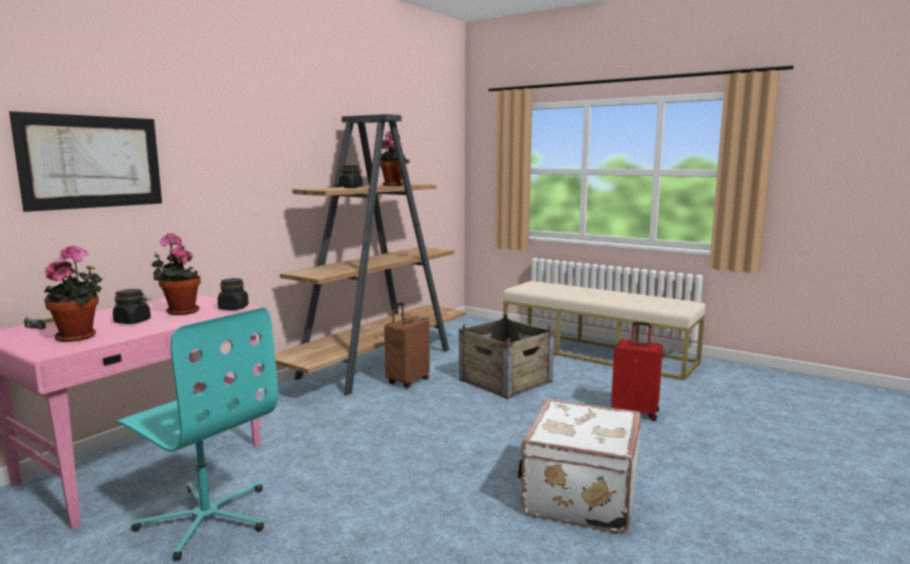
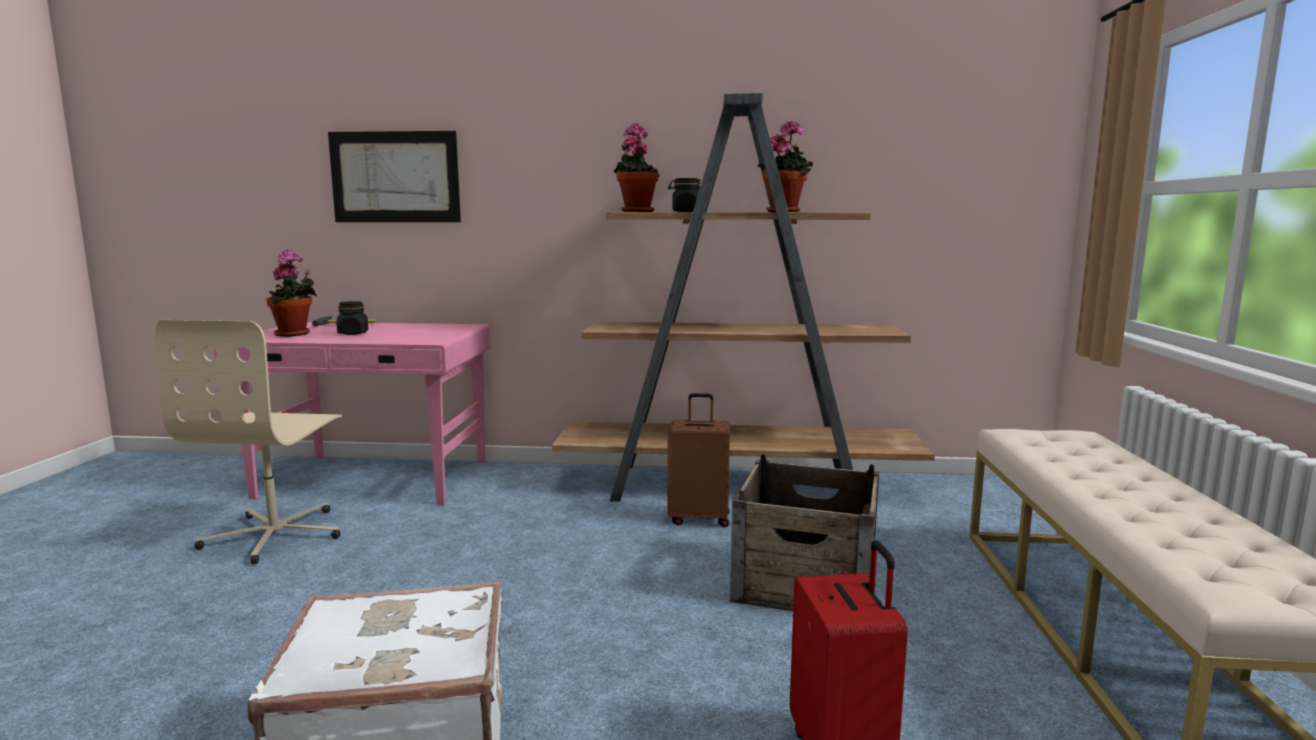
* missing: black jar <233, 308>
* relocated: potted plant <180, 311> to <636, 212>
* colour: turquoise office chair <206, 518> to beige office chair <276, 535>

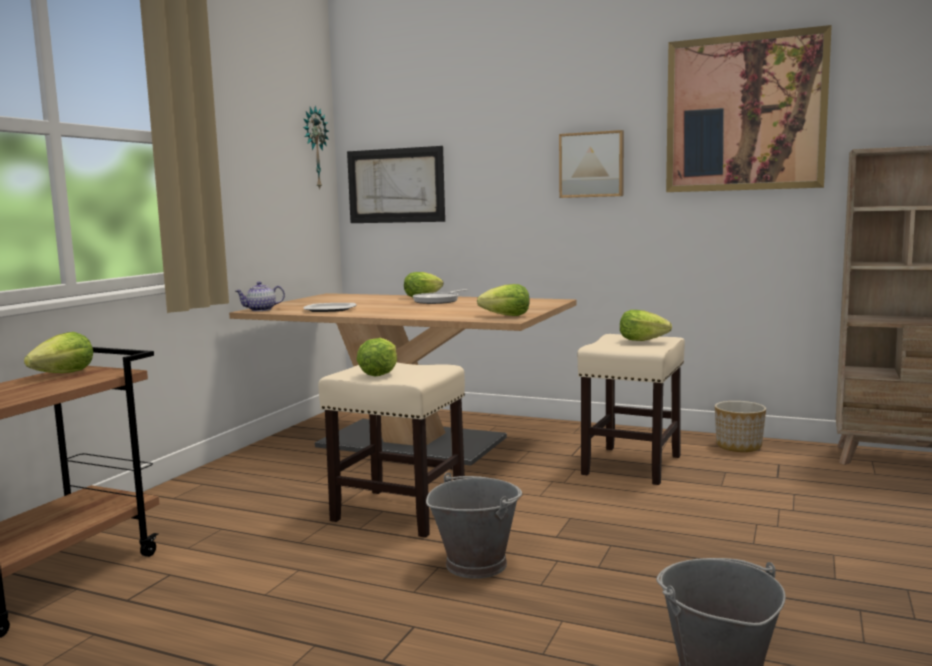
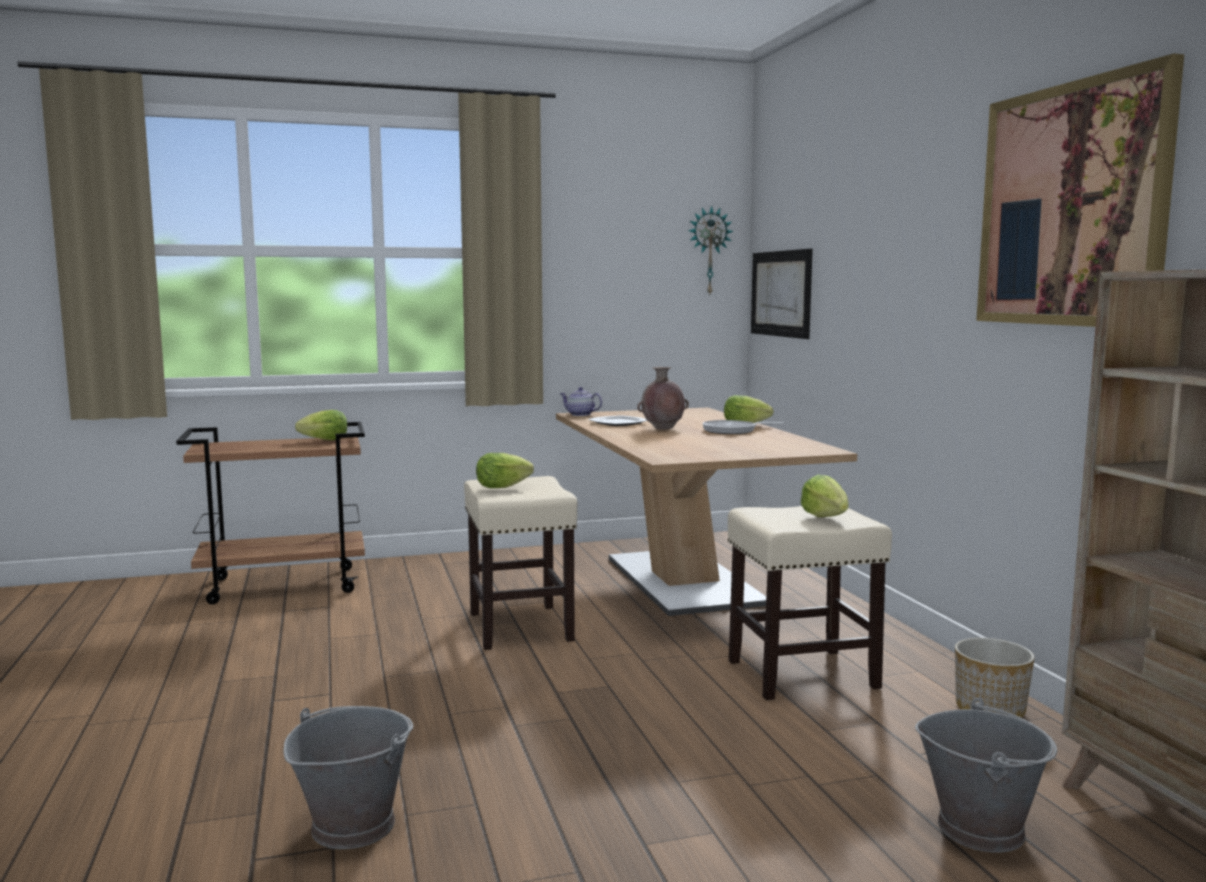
* missing: lettuce <506, 316>
* missing: picture <592, 165>
* appeared: brown vase <662, 429>
* relocated: grey bucket <476, 563> to <981, 828>

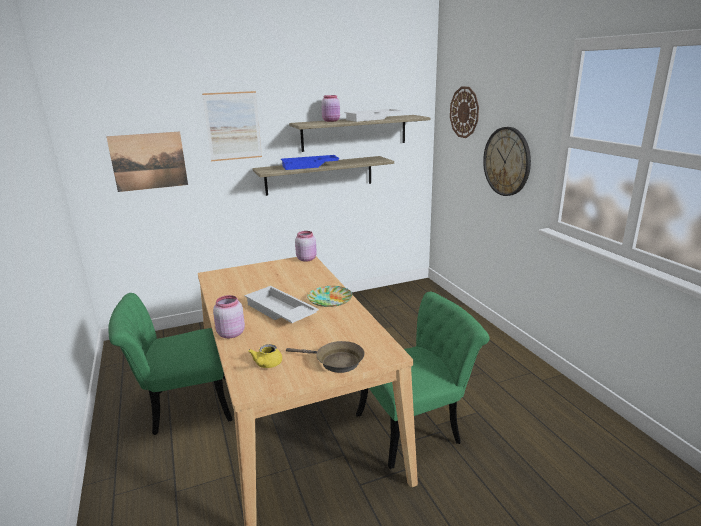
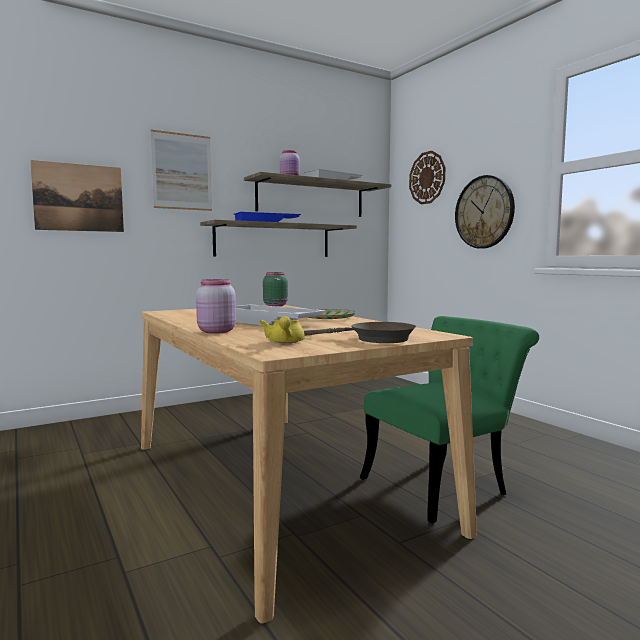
* missing: green chair <182, 407>
* colour: pink jar <306, 259> to green jar <275, 305>

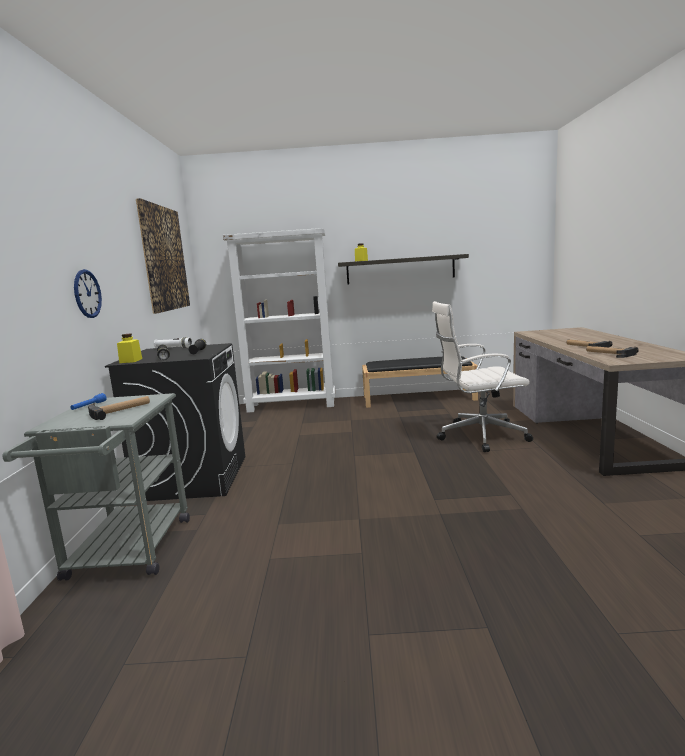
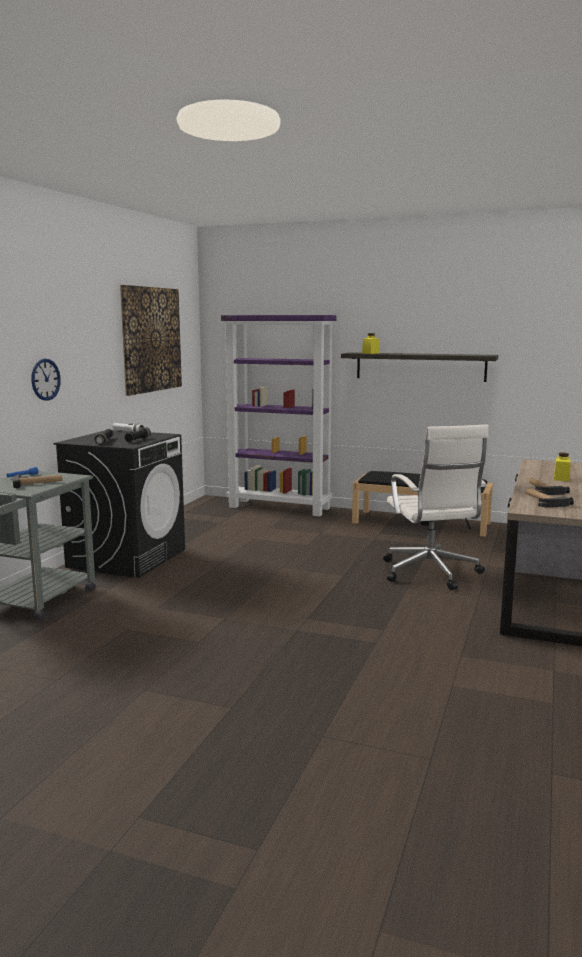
* relocated: yellow jar <131, 361> to <561, 478>
* colour: white bookcase <292, 405> to purple bookcase <280, 507>
* spun: white office chair <479, 436> = <430, 573> 120 degrees counterclockwise

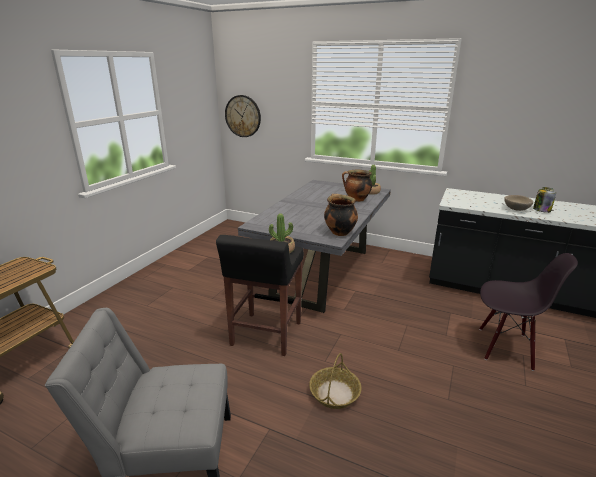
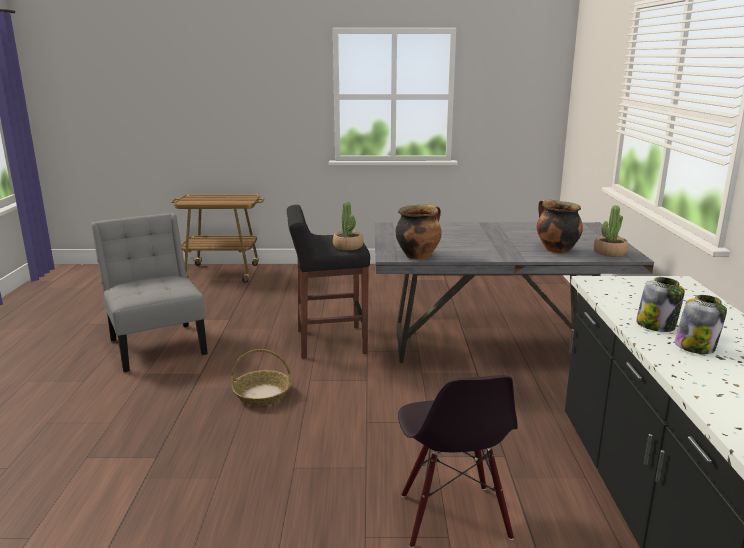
* missing: wall clock <243, 116>
* exchanged: beige bowl <516, 209> to jar <656, 325>

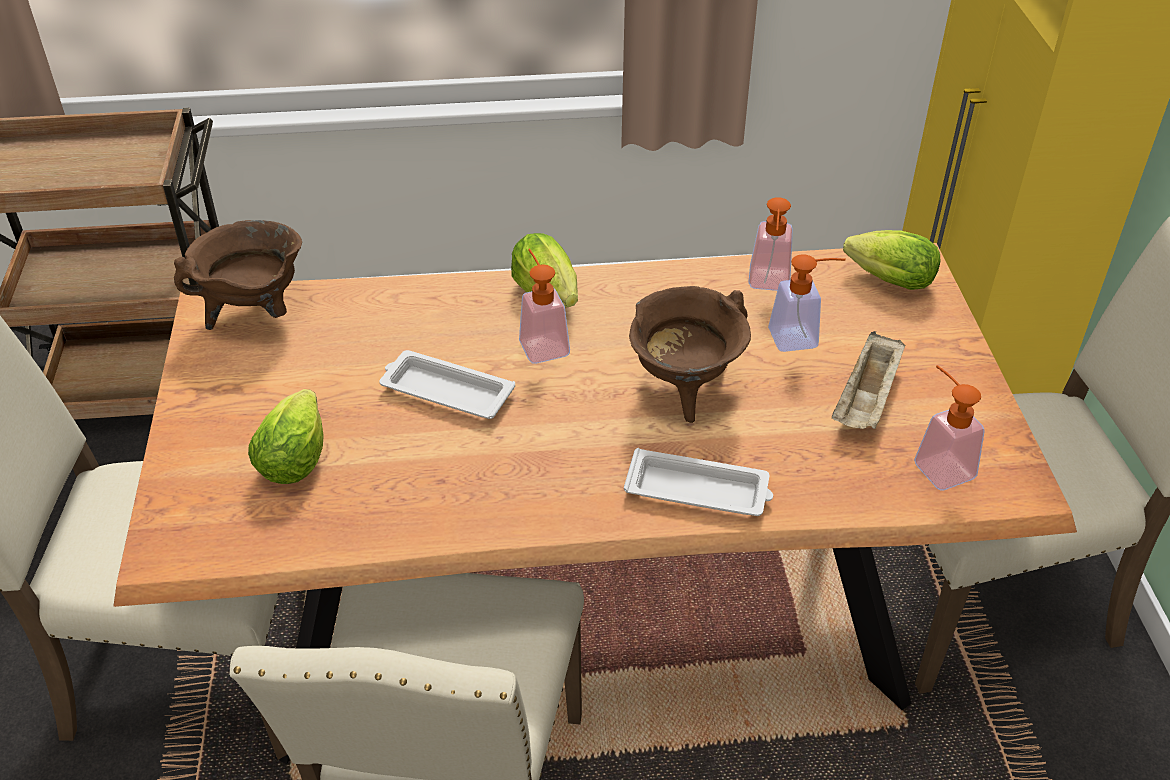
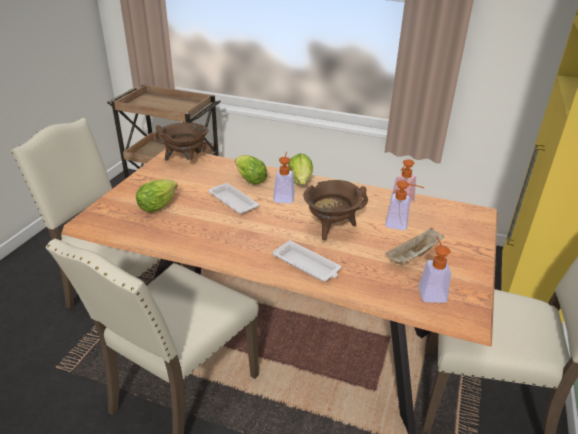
* relocated: lettuce <885, 280> to <248, 179>

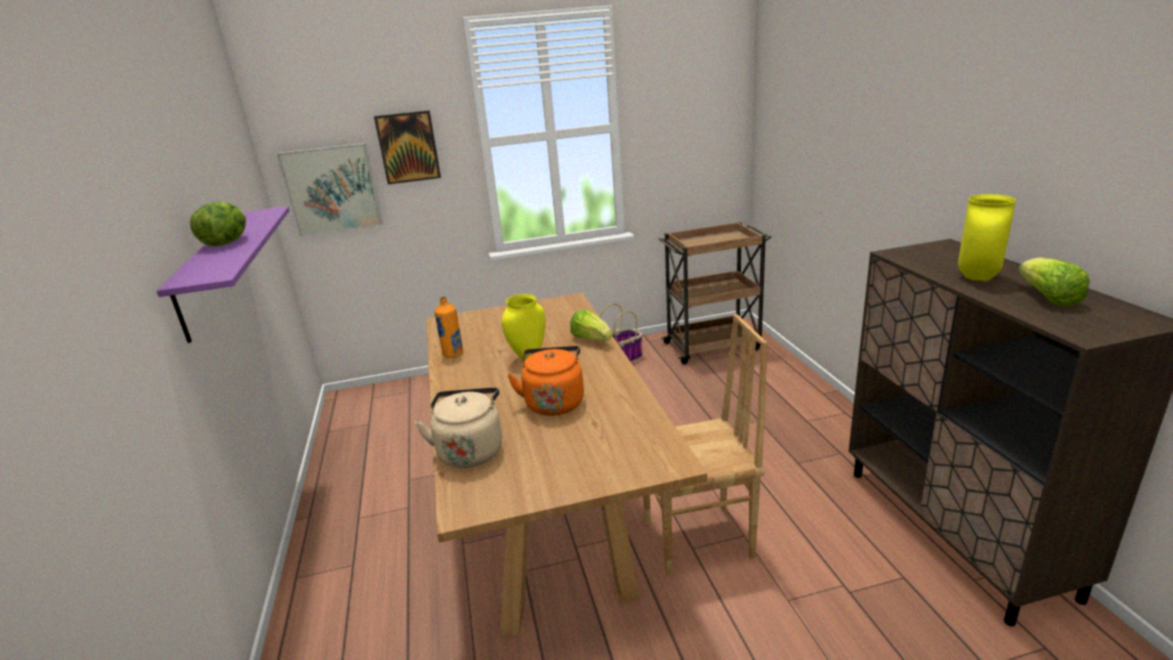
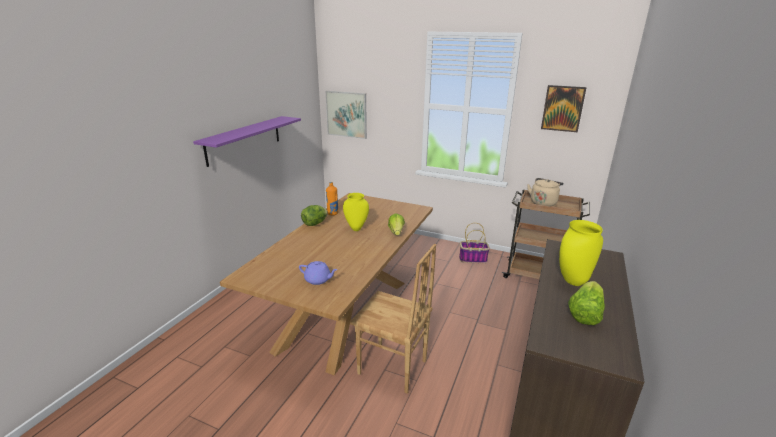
* missing: orange kettle <554, 402>
* appeared: purple teapot <318, 280>
* relocated: lettuce <226, 243> to <314, 224>
* relocated: picture <408, 147> to <562, 108>
* relocated: beige kettle <470, 450> to <543, 202>

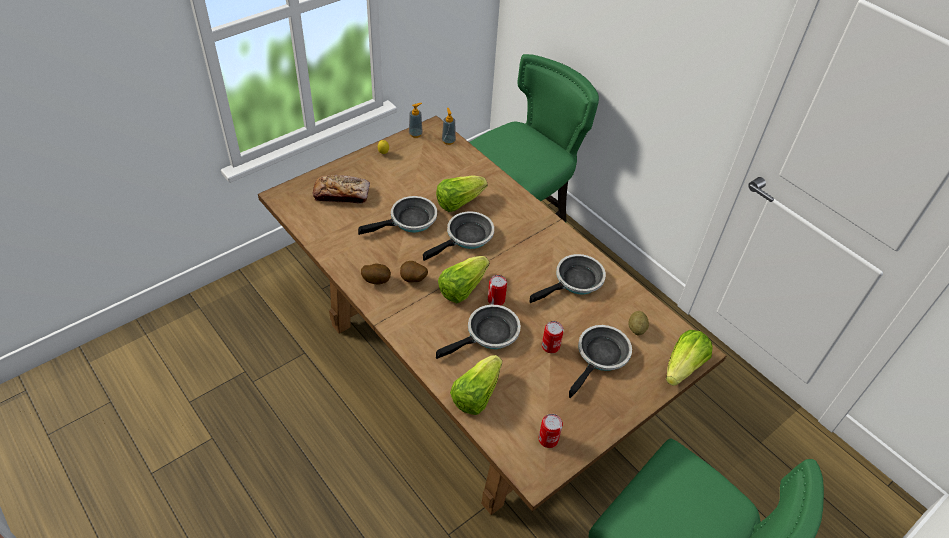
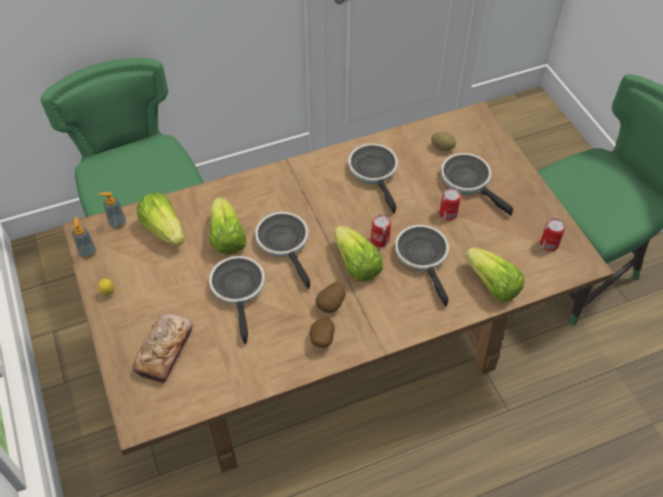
* relocated: lettuce <683, 367> to <164, 229>

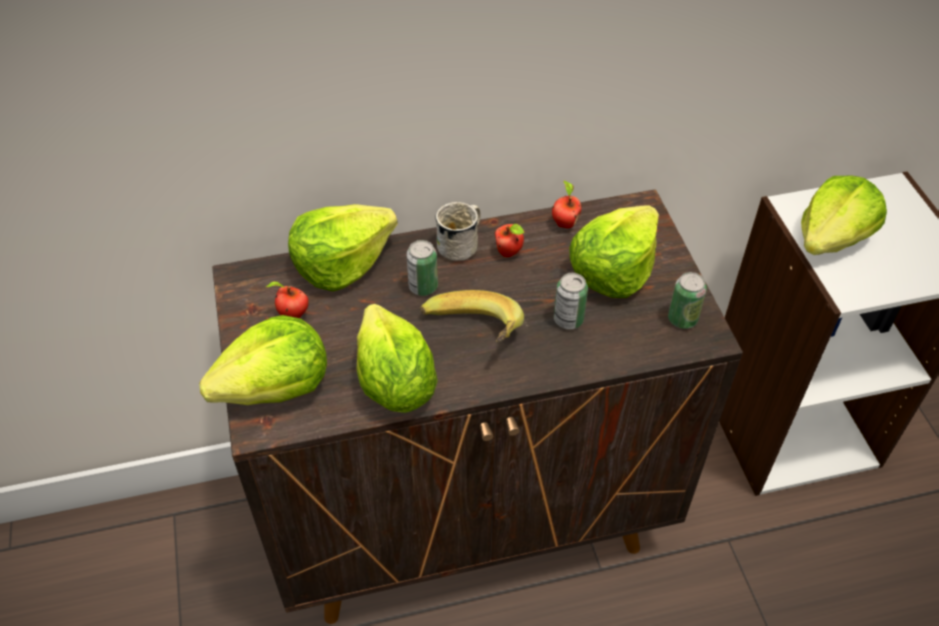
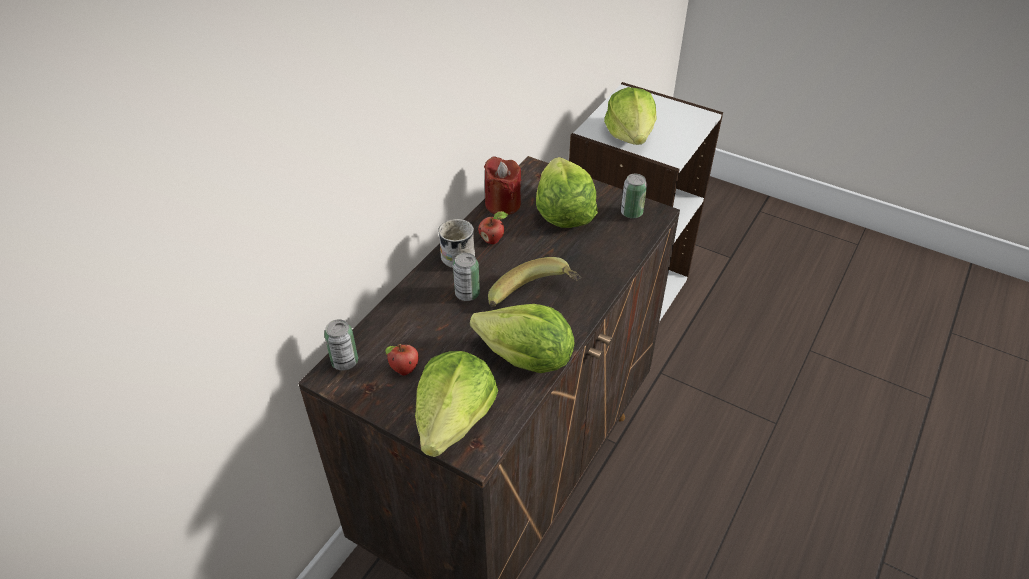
* missing: lettuce <341, 263>
* relocated: can <568, 320> to <345, 362>
* exchanged: apple <564, 223> to red candle <502, 204>

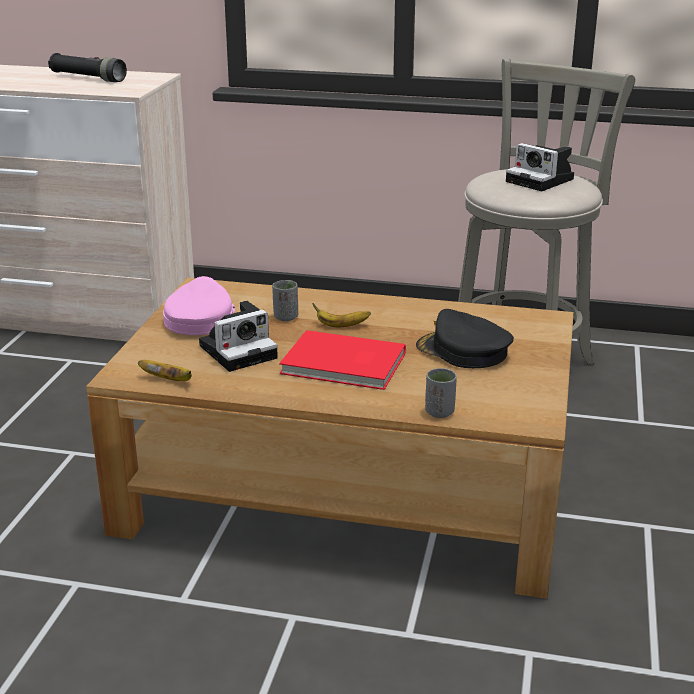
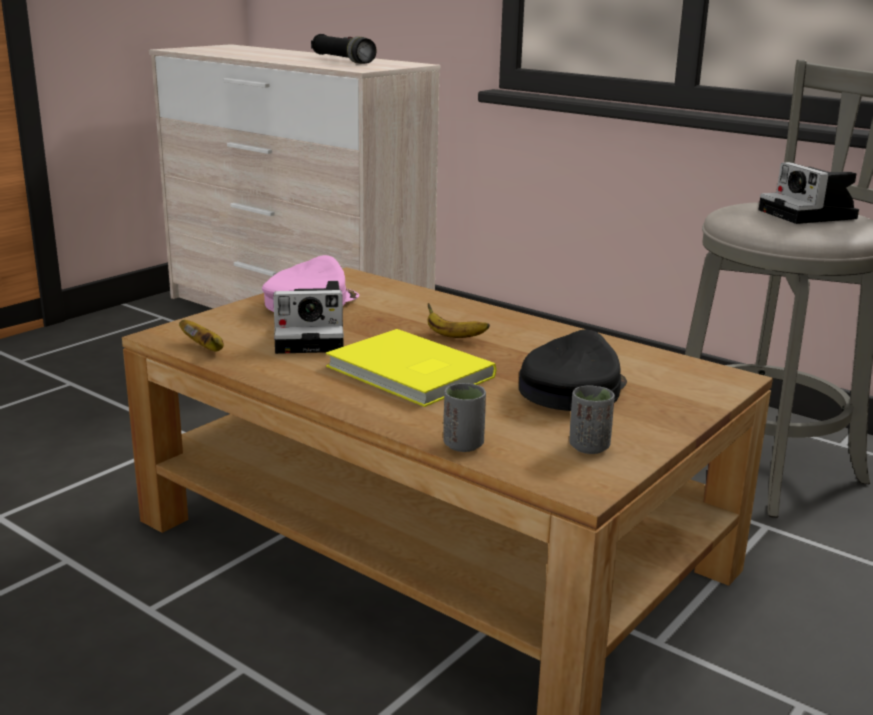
* relocated: grey cup <285, 317> to <589, 447>
* colour: red book <344, 365> to yellow book <409, 373>
* spun: black cap <463, 351> = <571, 388> 60 degrees clockwise

